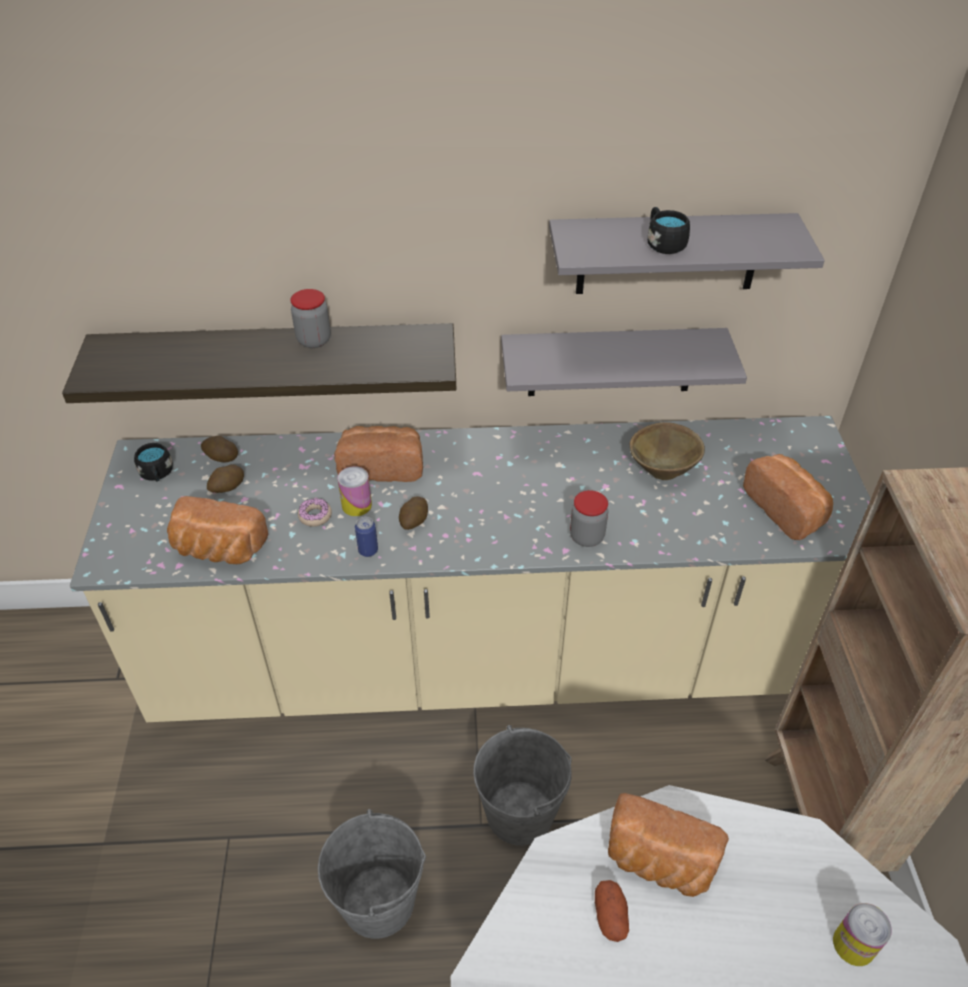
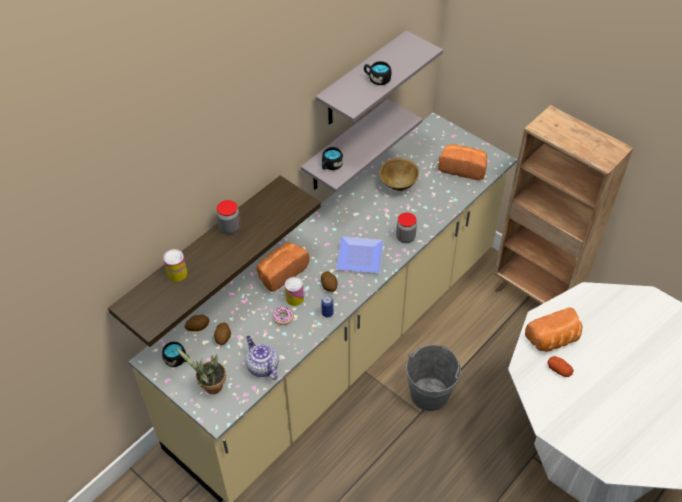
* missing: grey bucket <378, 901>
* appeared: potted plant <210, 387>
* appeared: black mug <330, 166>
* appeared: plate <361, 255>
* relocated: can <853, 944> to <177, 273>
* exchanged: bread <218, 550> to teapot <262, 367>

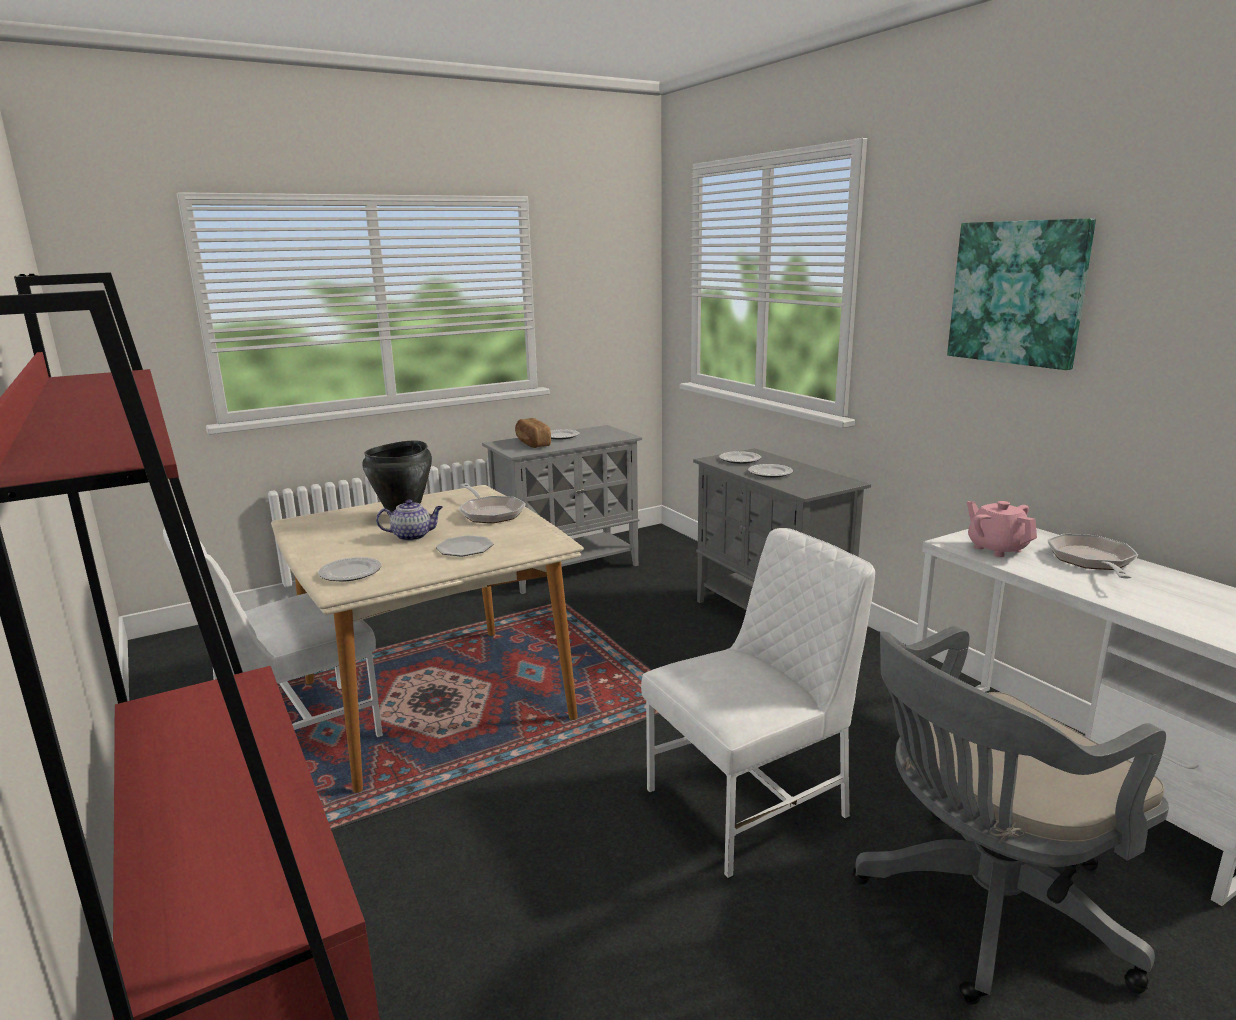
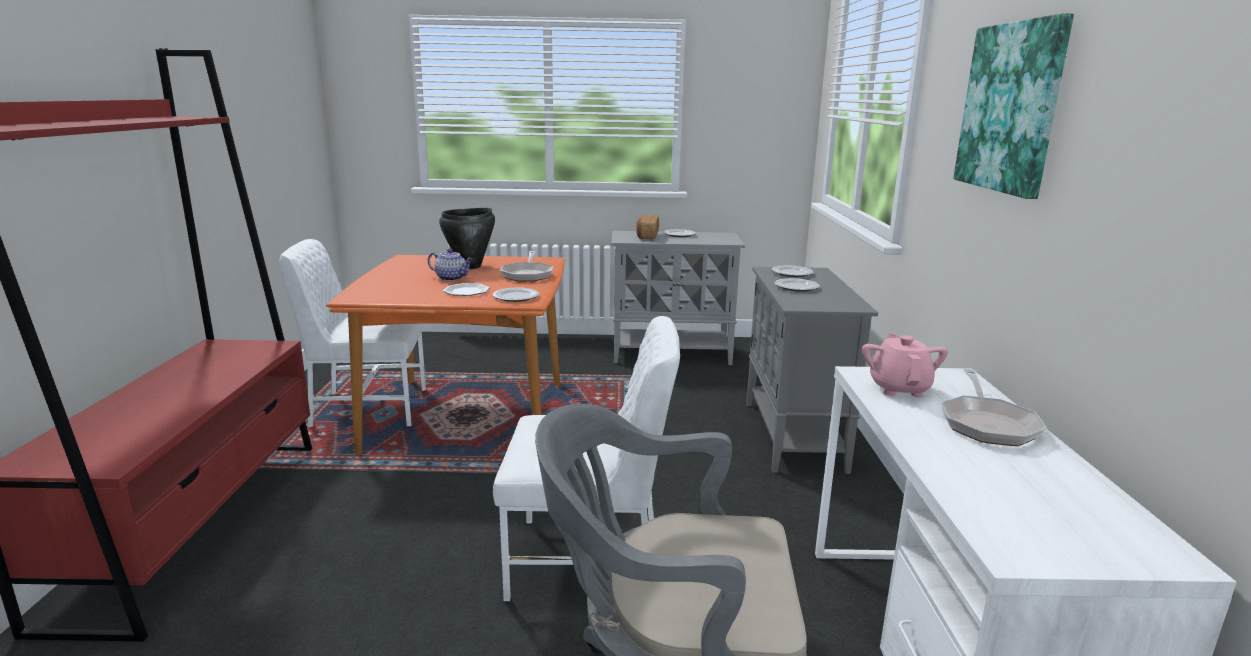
* relocated: plate <351, 572> to <516, 297>
* colour: beige dining table <435, 699> to orange dining table <469, 415>
* spun: frying pan <1092, 561> = <987, 424> 150 degrees clockwise

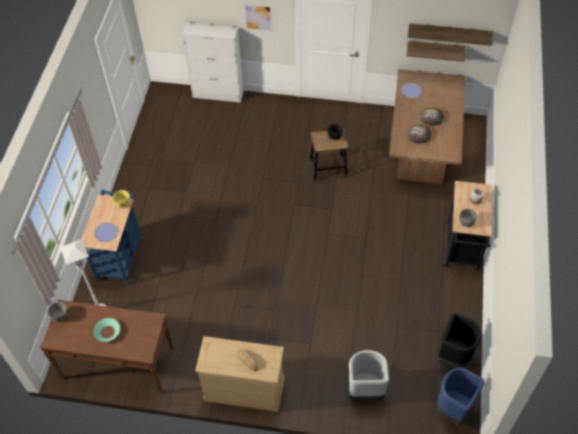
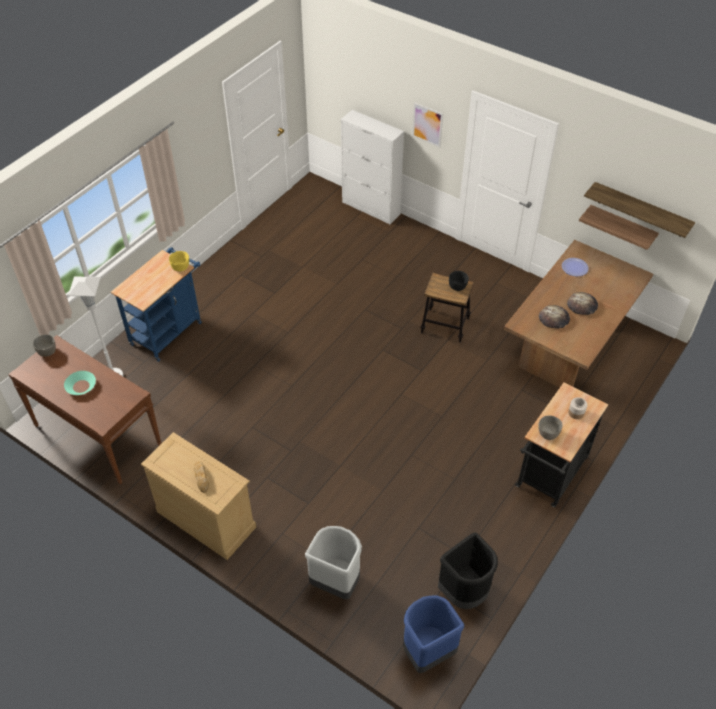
* missing: plate <106, 232>

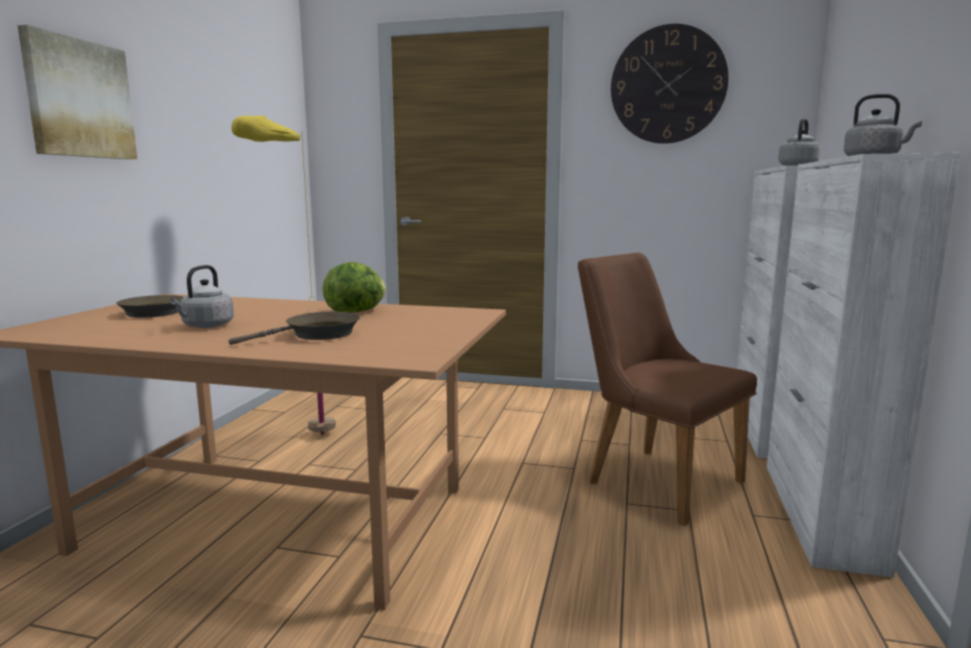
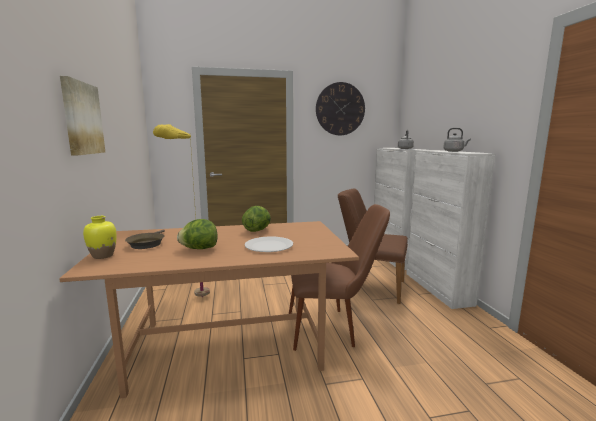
* appeared: yellow vase <103, 256>
* appeared: brown chair <333, 327>
* exchanged: grey kettle <206, 326> to lettuce <199, 249>
* exchanged: brown frying pan <317, 335> to white plate <269, 246>

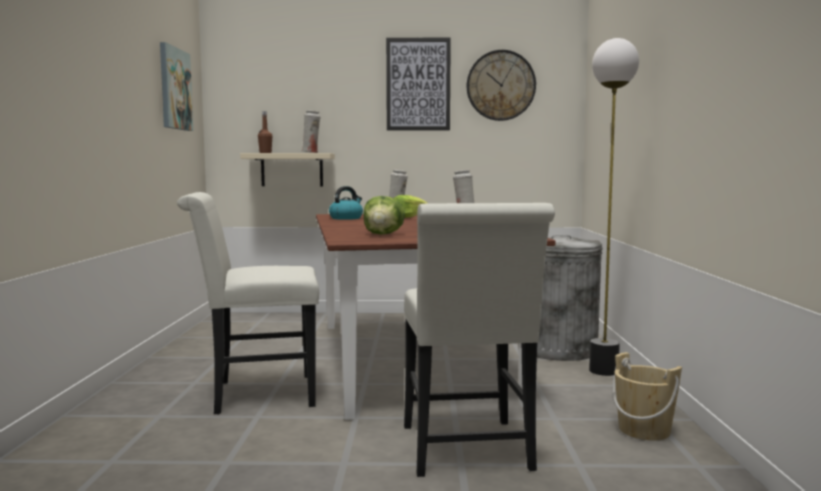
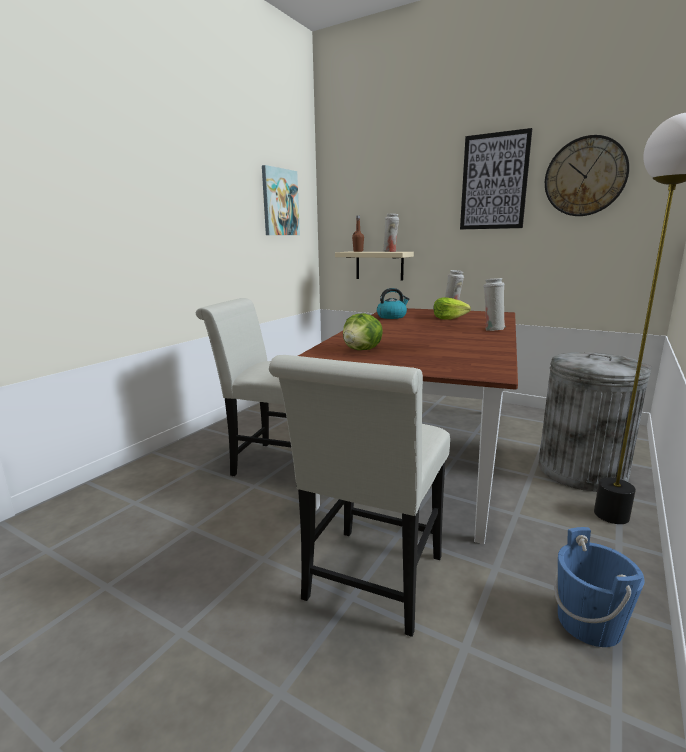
* colour: beige bucket <644, 430> to blue bucket <589, 622>

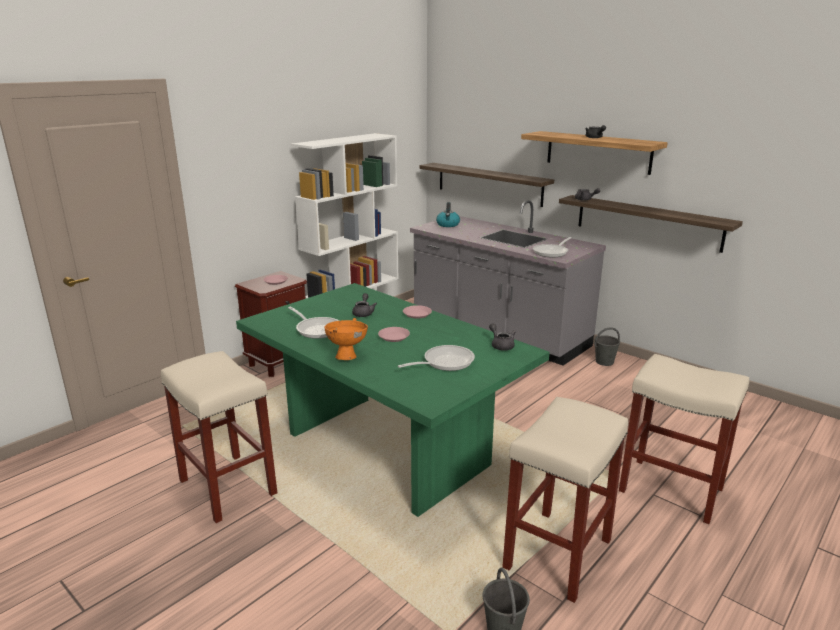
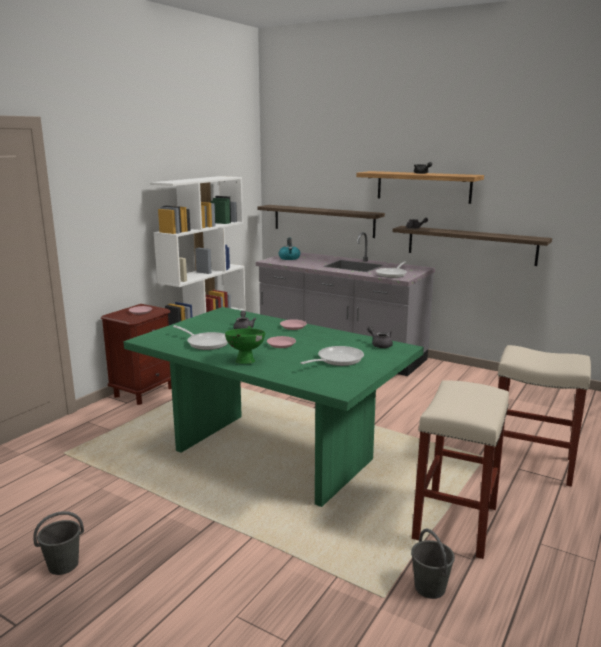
* missing: beige stool <226, 487>
* relocated: grey bucket <604, 362> to <64, 565>
* colour: orange bowl <347, 355> to green bowl <246, 360>

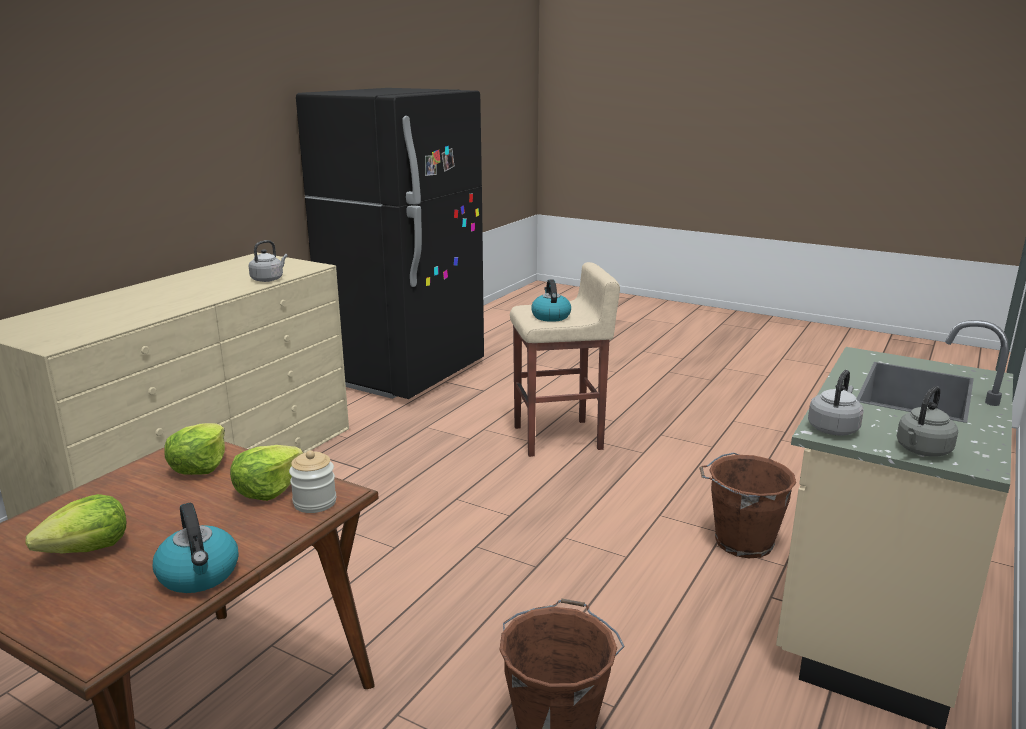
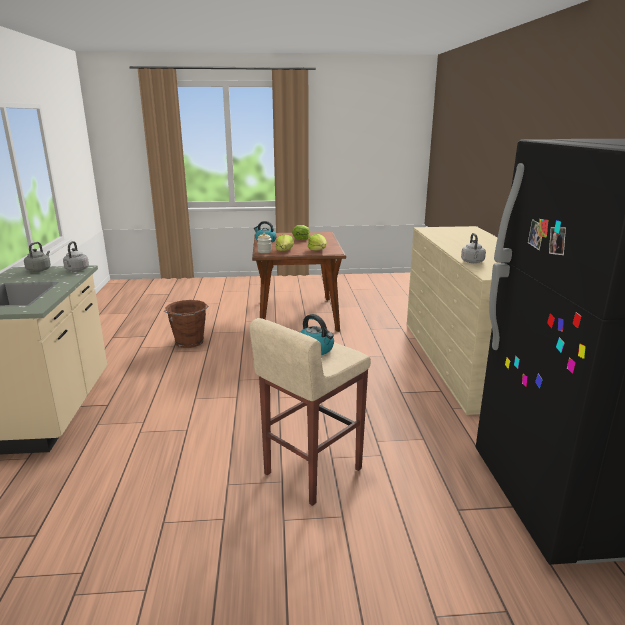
* missing: brown bucket <741, 542>

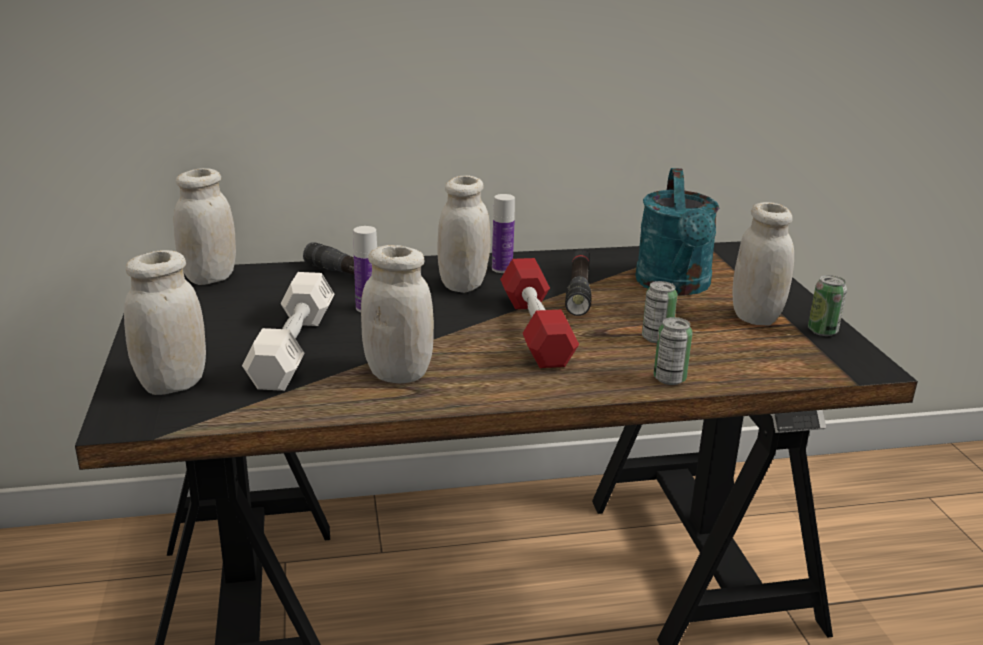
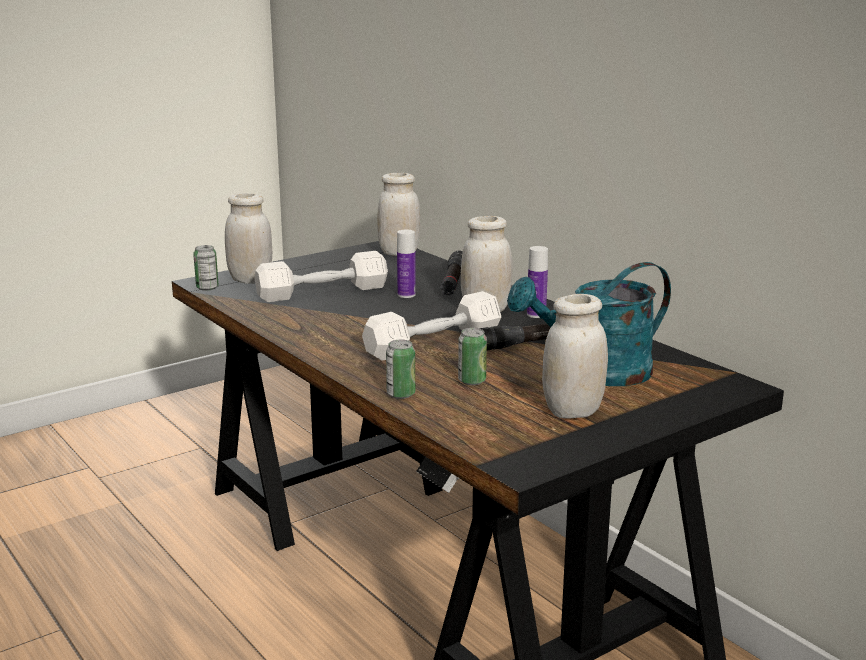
* missing: white jar <398, 374>
* relocated: can <822, 331> to <207, 288>
* colour: red dumbbell <536, 330> to white dumbbell <433, 343>

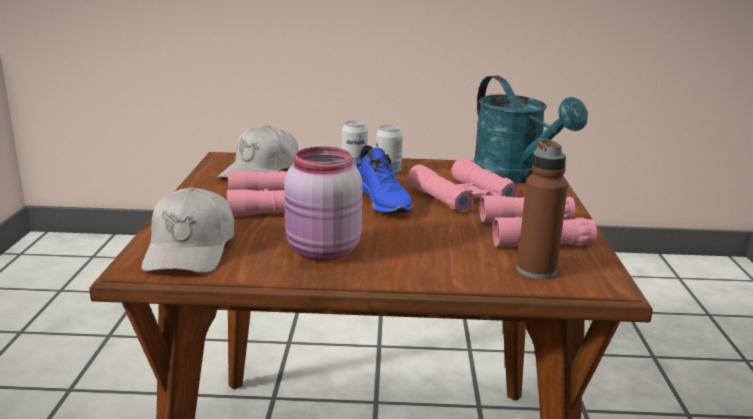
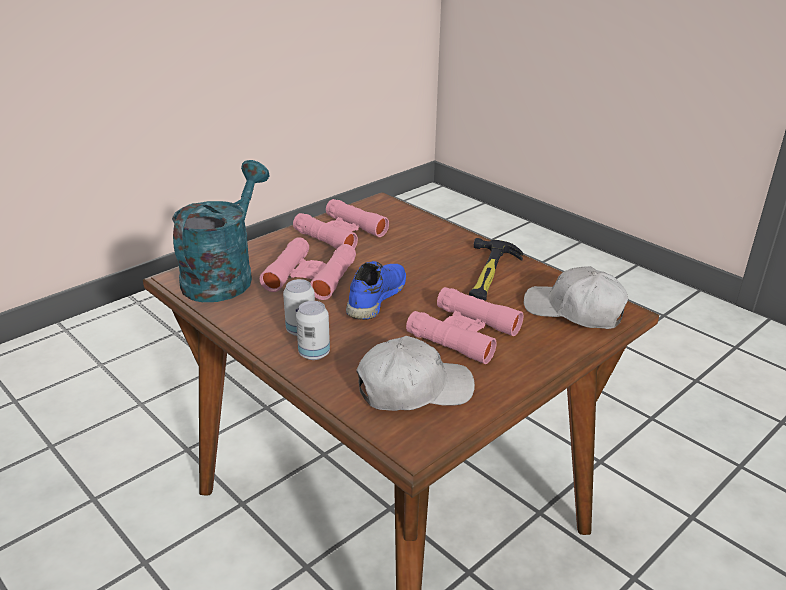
* missing: brown bottle <536, 270>
* exchanged: pink jar <322, 252> to hammer <489, 274>
* spun: white cap <191, 250> = <574, 311> 105 degrees counterclockwise

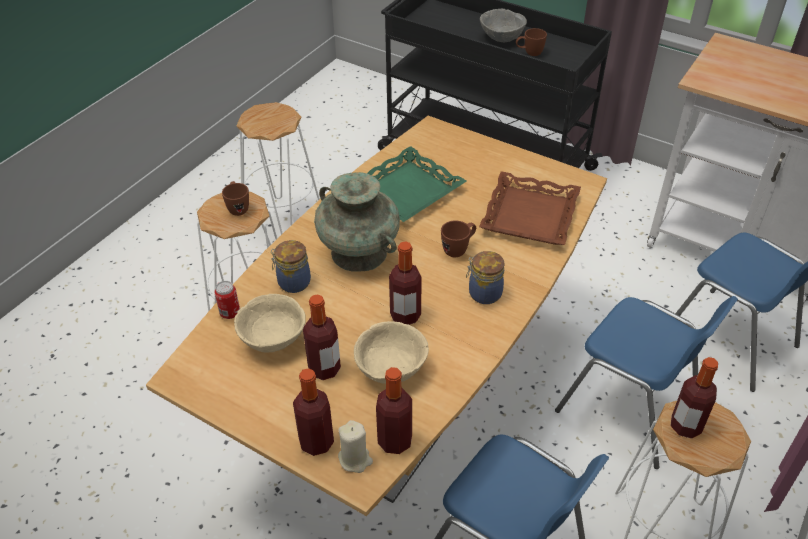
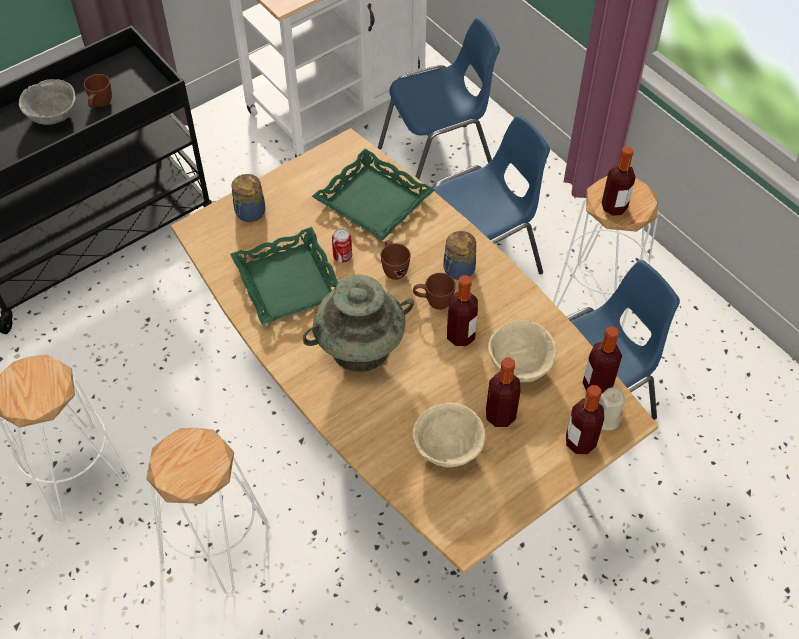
* relocated: can <230, 313> to <342, 256>
* relocated: brown mug <238, 208> to <433, 302>
* relocated: jar <292, 282> to <249, 213>
* colour: brown tray <530, 216> to green tray <374, 200>

